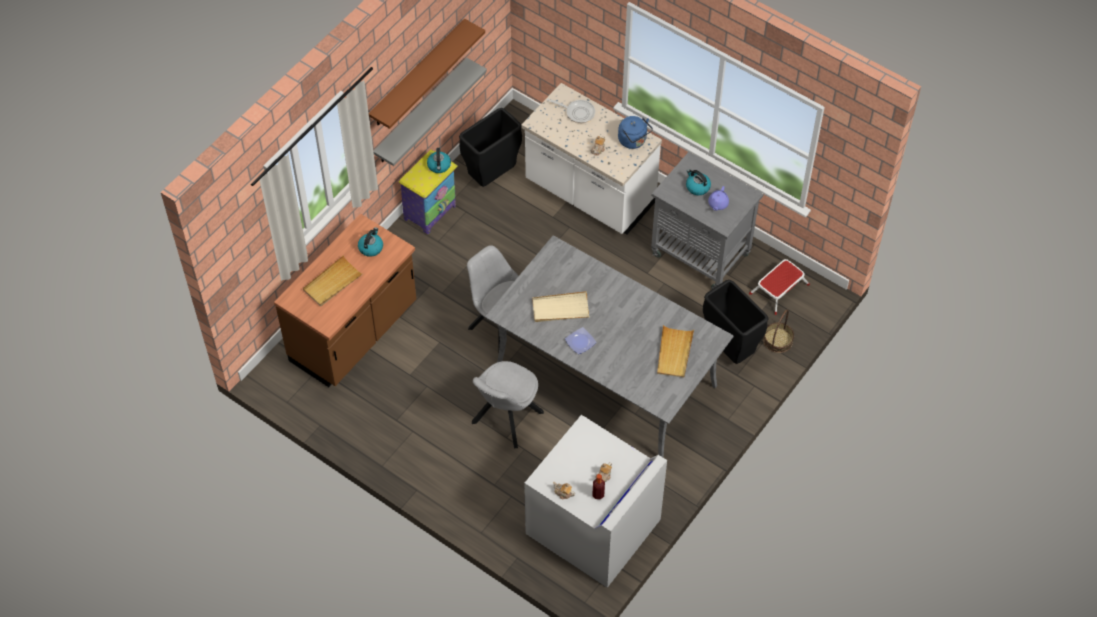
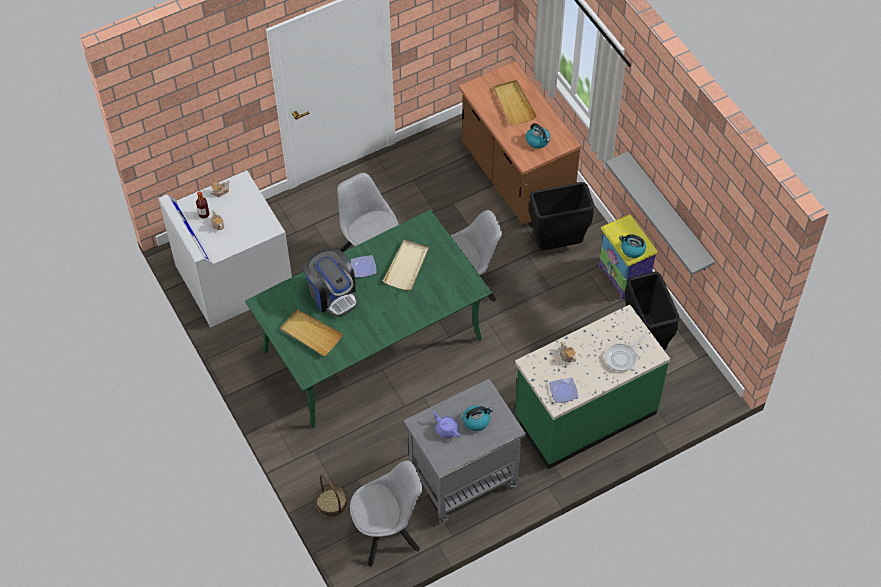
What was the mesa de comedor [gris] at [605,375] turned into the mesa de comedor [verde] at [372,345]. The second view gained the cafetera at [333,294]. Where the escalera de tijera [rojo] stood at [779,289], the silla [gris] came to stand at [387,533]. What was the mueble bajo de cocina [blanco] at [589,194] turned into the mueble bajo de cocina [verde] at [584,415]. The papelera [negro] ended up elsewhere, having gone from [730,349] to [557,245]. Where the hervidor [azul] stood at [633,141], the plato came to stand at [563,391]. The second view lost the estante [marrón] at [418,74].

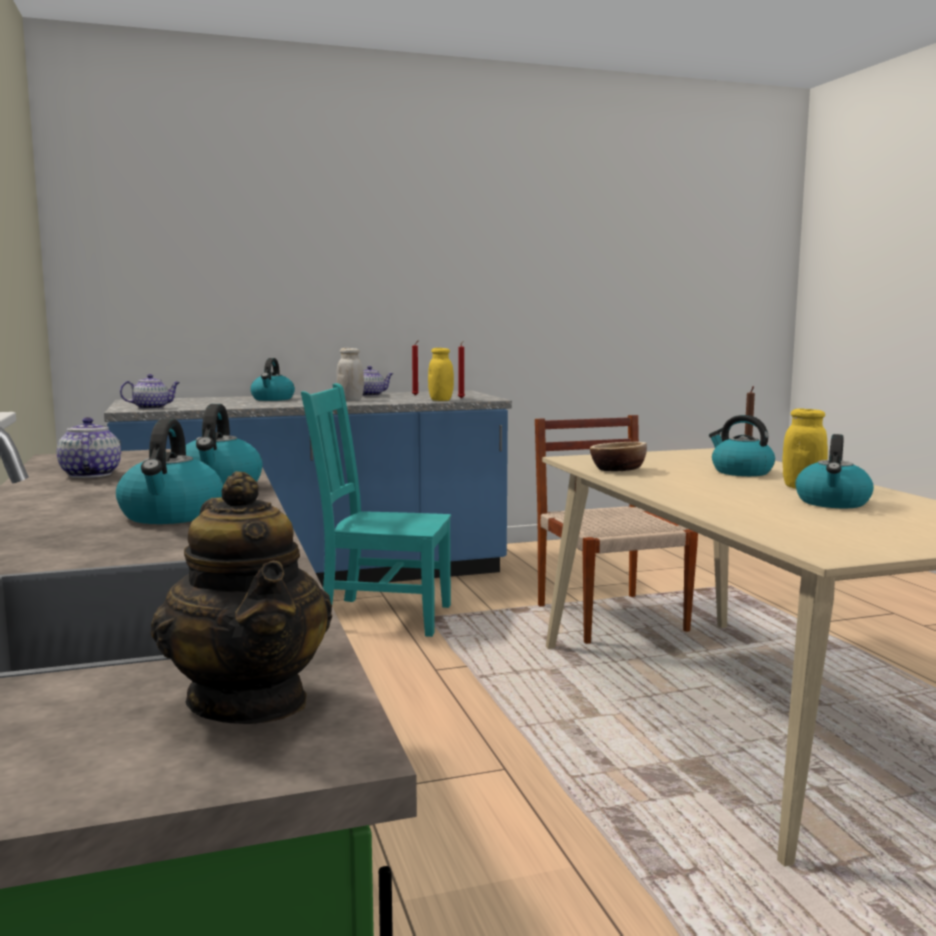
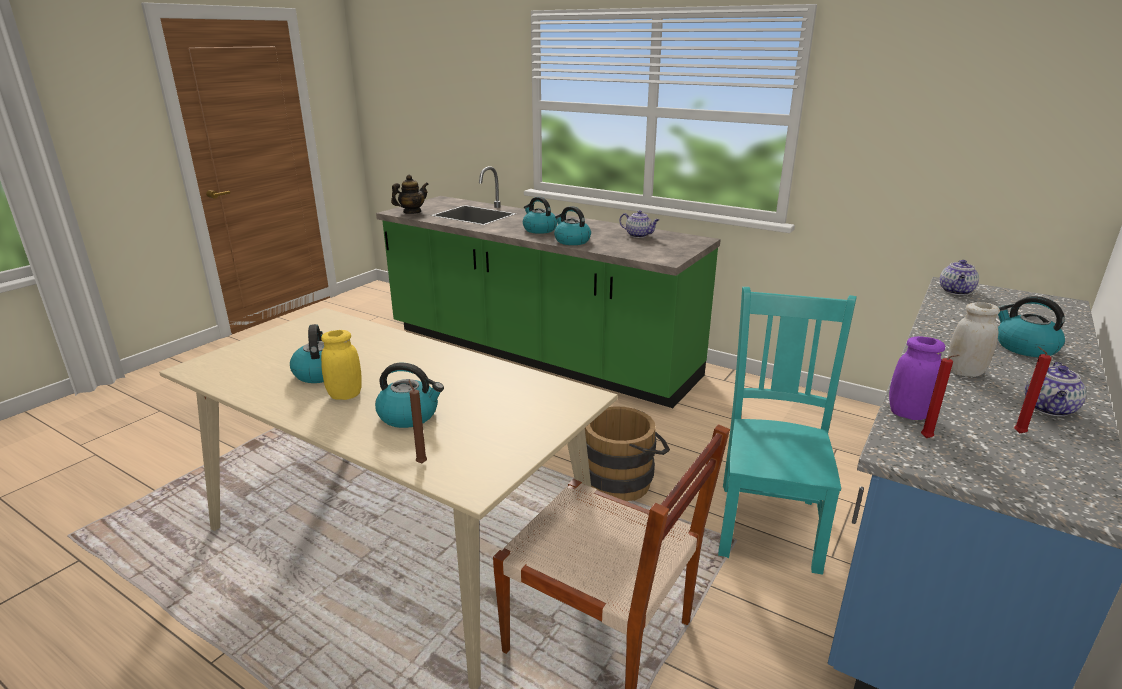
The tetera at [250,701] ended up facing another way, 120 degrees clockwise from before. The second view gained the cubo [marrón] at [623,480]. The silla [turquesa] at [381,616] ended up facing another way, 45 degrees counterclockwise from before. What was the tarro [amarillo] at [441,400] turned into the tarro [morado] at [908,414]. The second view lost the cuenco at [618,470].

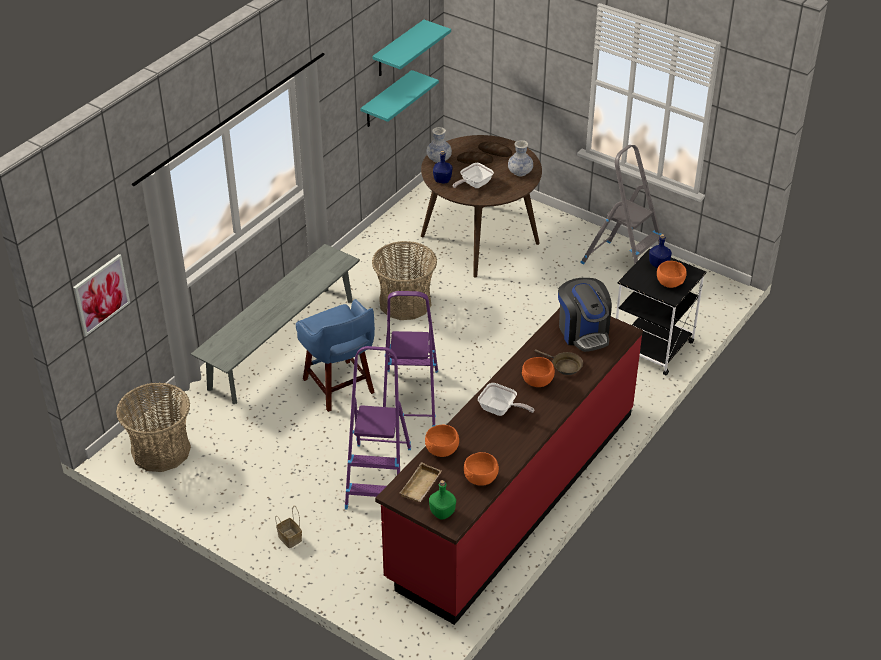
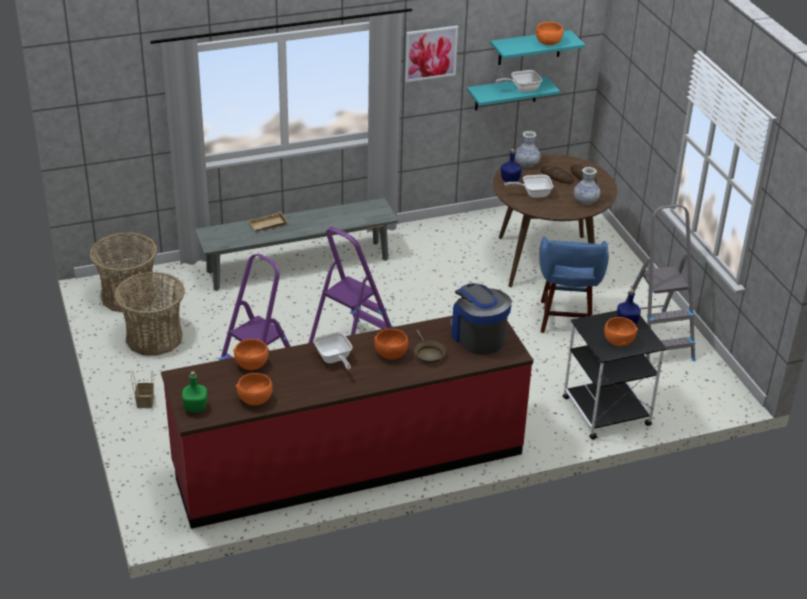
The cesta ended up elsewhere, having gone from [405,303] to [154,338]. The bandeja [beis] ended up elsewhere, having gone from [421,487] to [267,225]. The cuadro ended up elsewhere, having gone from [101,294] to [430,53]. The cafetera at [583,332] ended up facing another way, 135 degrees clockwise from before. The second view gained the sartén at [522,89]. The second view gained the cuenco [naranja] at [548,43]. The taburete [azul] ended up elsewhere, having gone from [339,388] to [565,320].

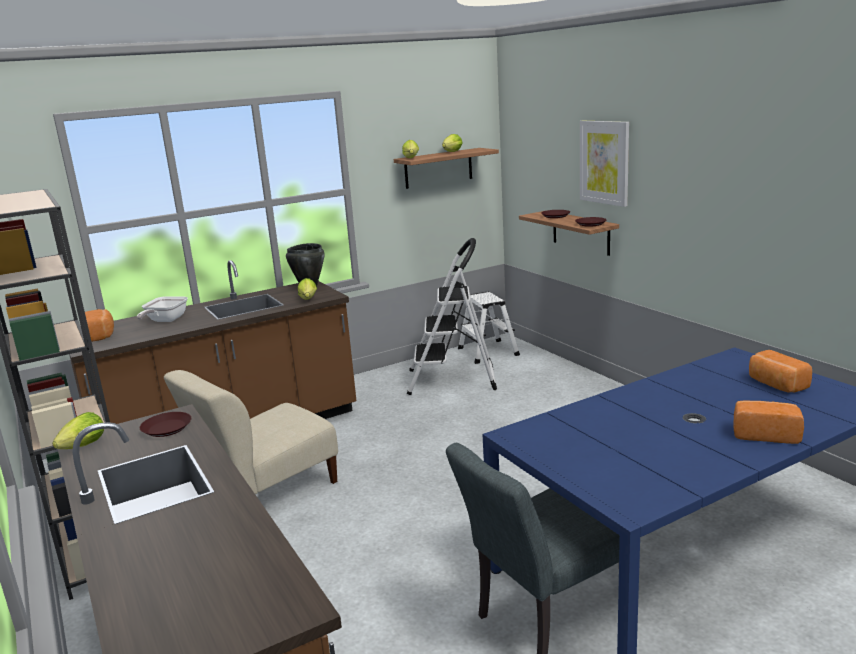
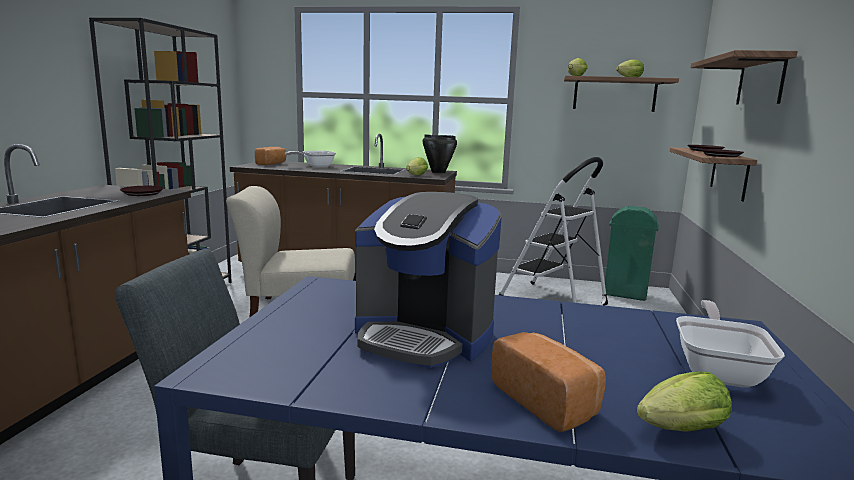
The second view gained the cafetera at [424,336]. Where the escalera de tijera [blanco] stood at [488,351], the papelera [verde] came to stand at [624,294]. The lechuga ended up elsewhere, having gone from [81,447] to [677,431]. Where the pan stood at [776,385], the sartén came to stand at [718,370]. Where the cuadro hung at [604,162], the estante came to hang at [760,81].

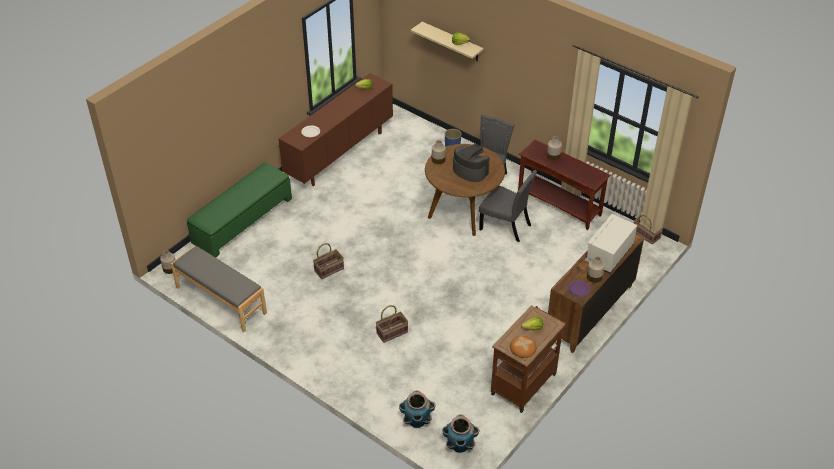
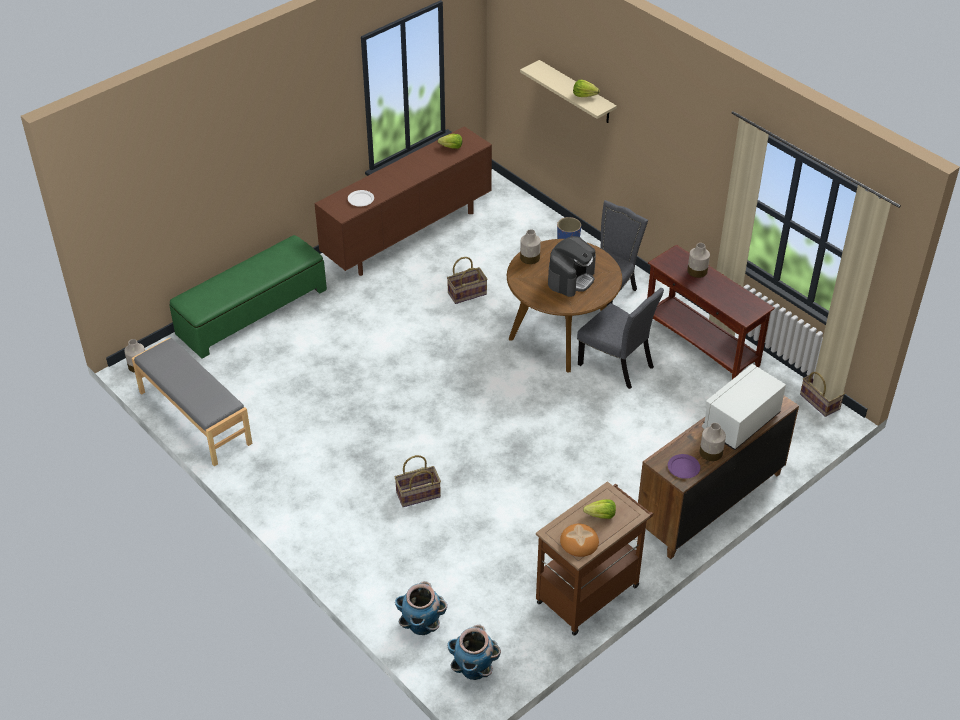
The cesta ended up elsewhere, having gone from [329,269] to [467,293]. The cafetera at [470,171] ended up facing another way, 75 degrees clockwise from before.

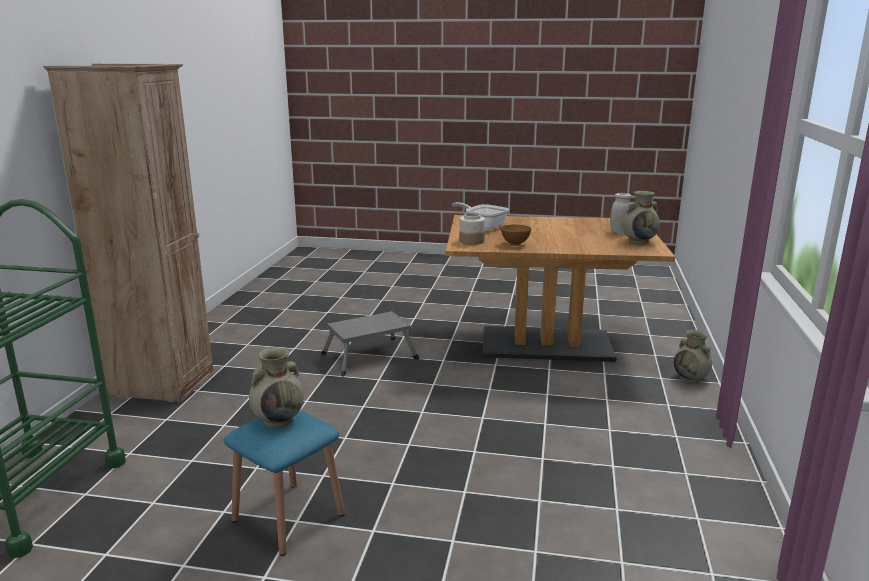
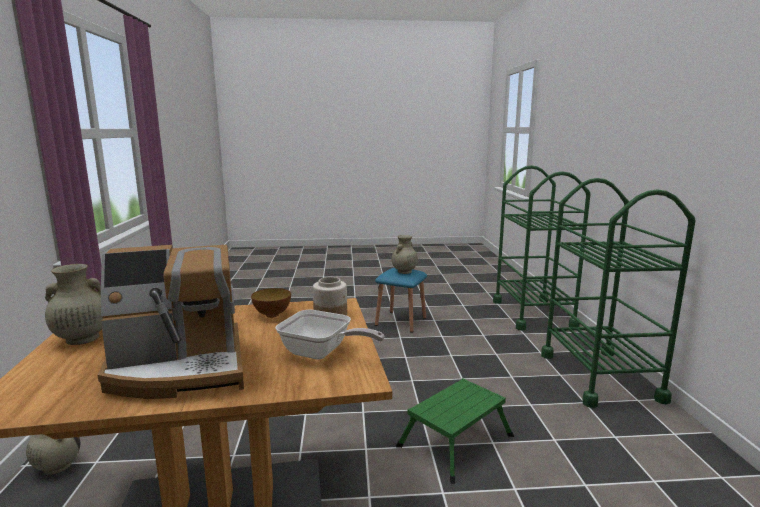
The second view gained the cafetera at [180,369]. What was the escalera de tijera [gris] at [370,356] turned into the escalera de tijera [verde] at [455,441]. Where the armario [marrón] stood at [162,383], the carrito [verde] came to stand at [599,376]. The second view lost the tarro [blanco] at [619,232].

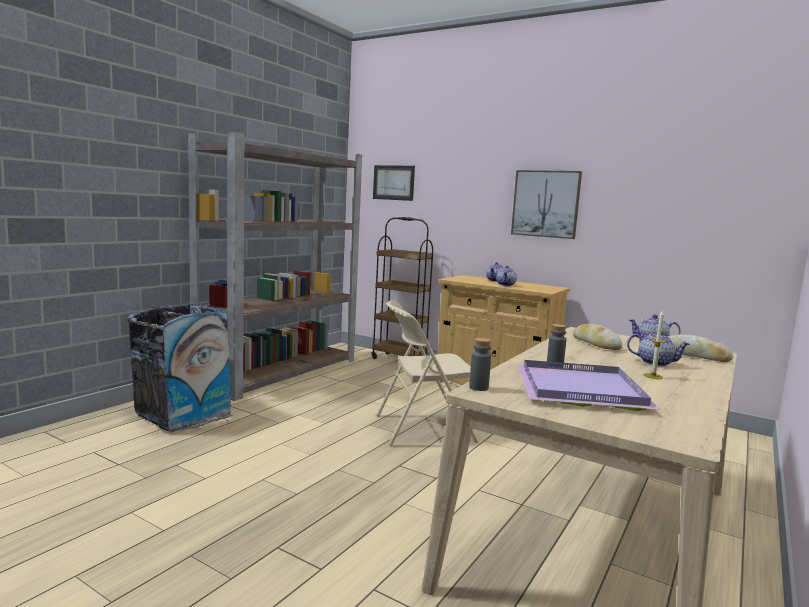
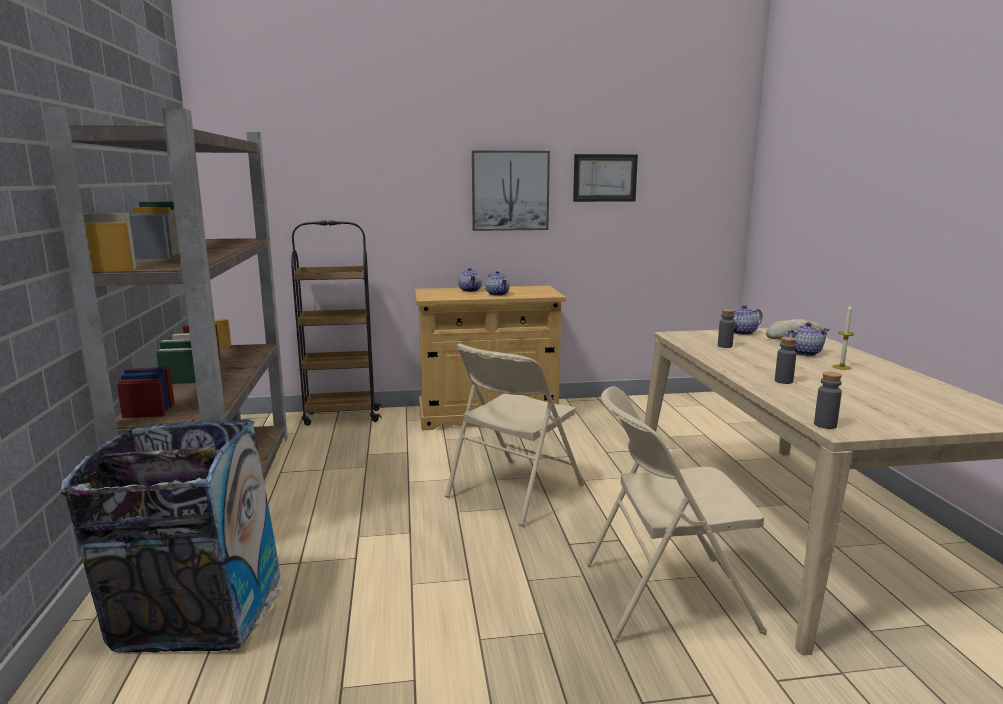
The cuadro ended up elsewhere, having gone from [393,182] to [605,178]. The second view gained the silla [beis] at [668,596]. Where the pan stood at [595,344], the botella [gris] came to stand at [725,346]. The second view lost the bandeja [morado] at [577,389].

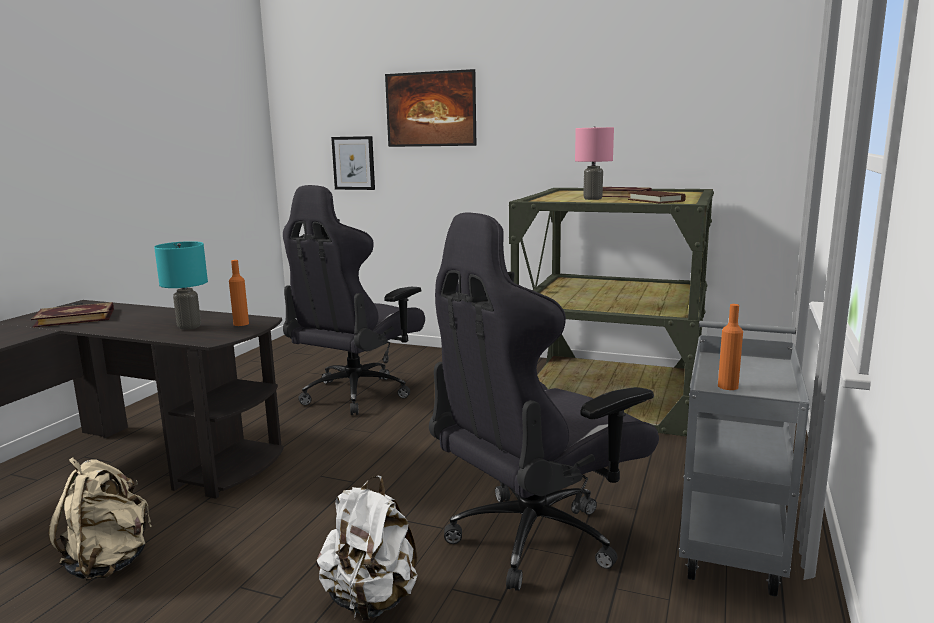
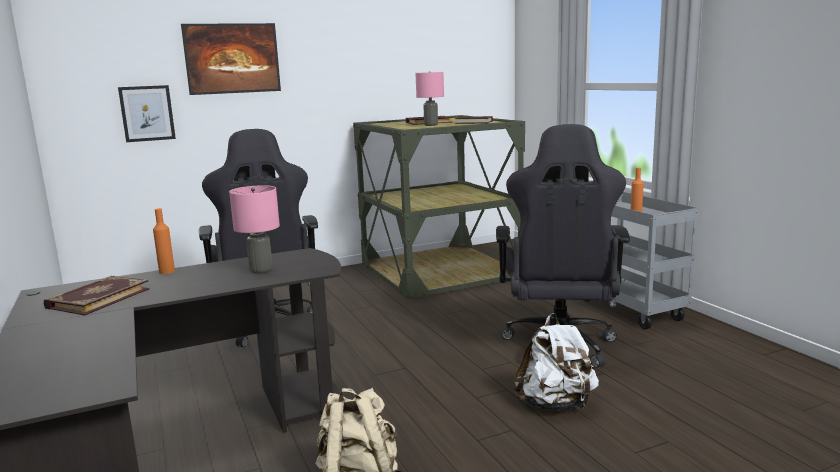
The botella [naranja] ended up elsewhere, having gone from [241,324] to [167,271]. What was the lámpara de mesa [turquesa] at [187,327] turned into the lámpara de mesa [rosa] at [260,271].

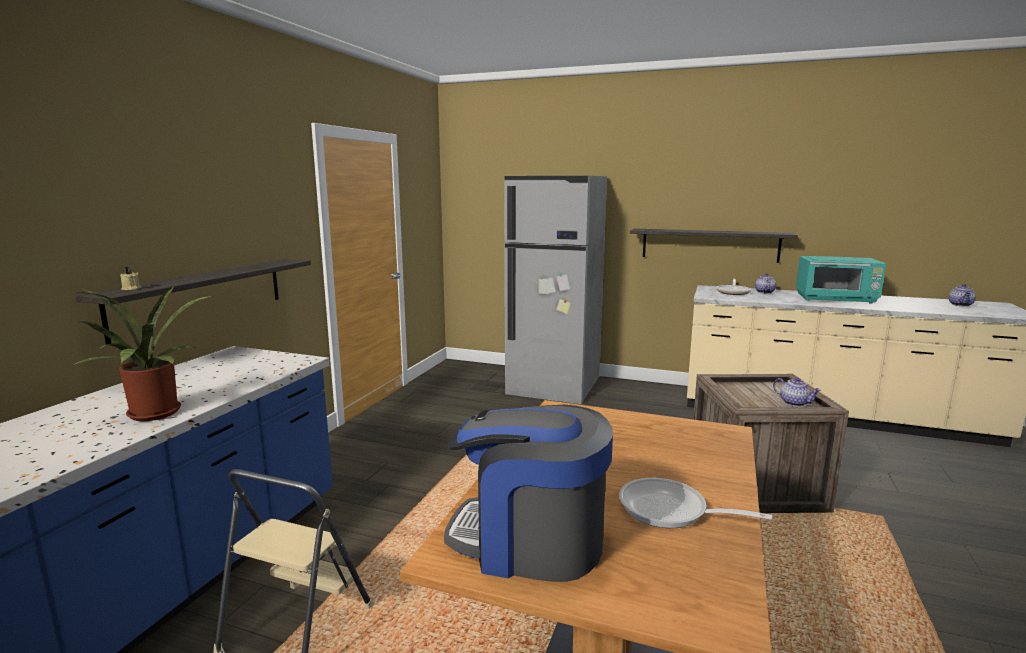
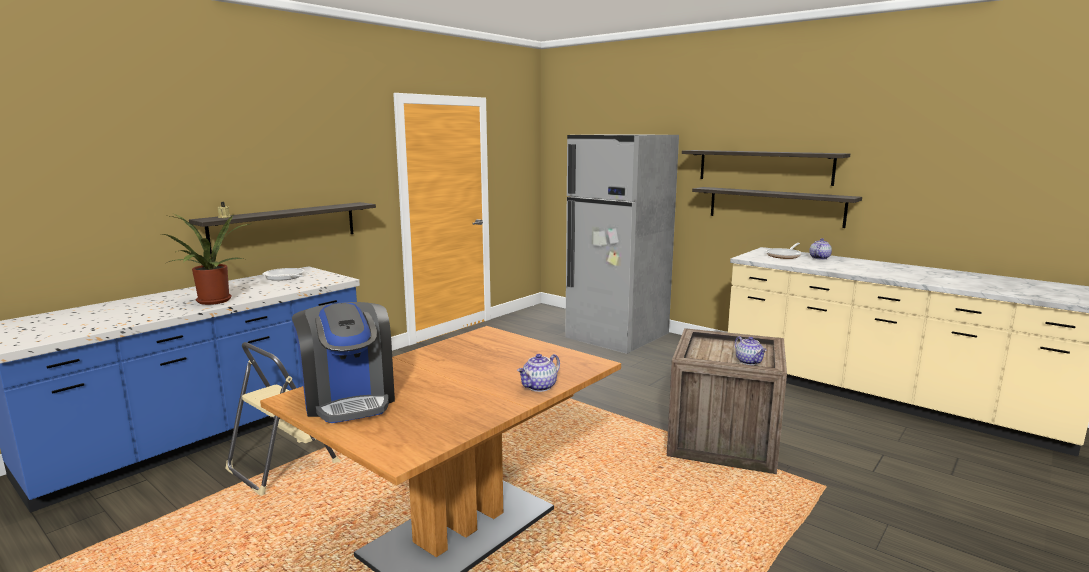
The sartén ended up elsewhere, having gone from [670,511] to [285,277]. The cafetera at [529,541] ended up facing another way, 150 degrees counterclockwise from before. The tetera ended up elsewhere, having gone from [961,305] to [539,387]. The second view gained the estante at [764,166]. The second view lost the microondas [turquesa] at [836,299].

